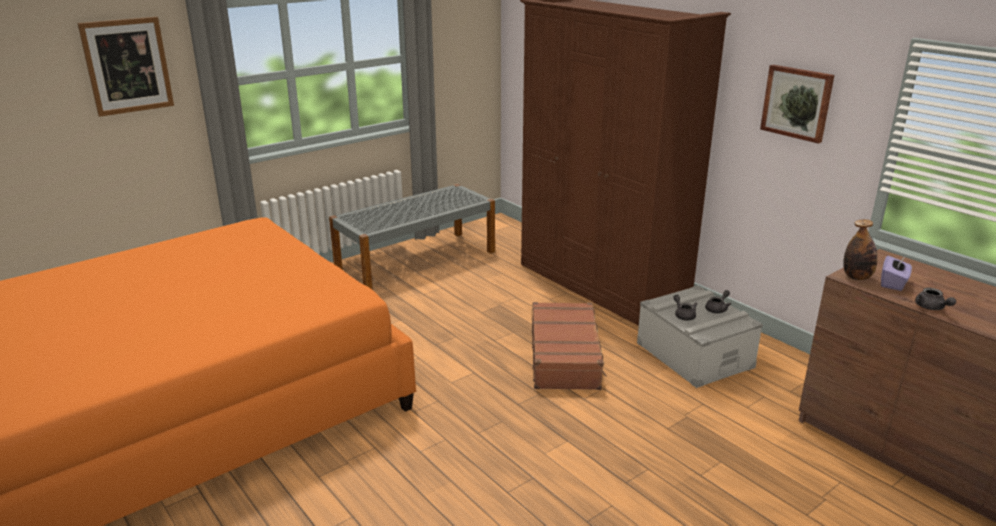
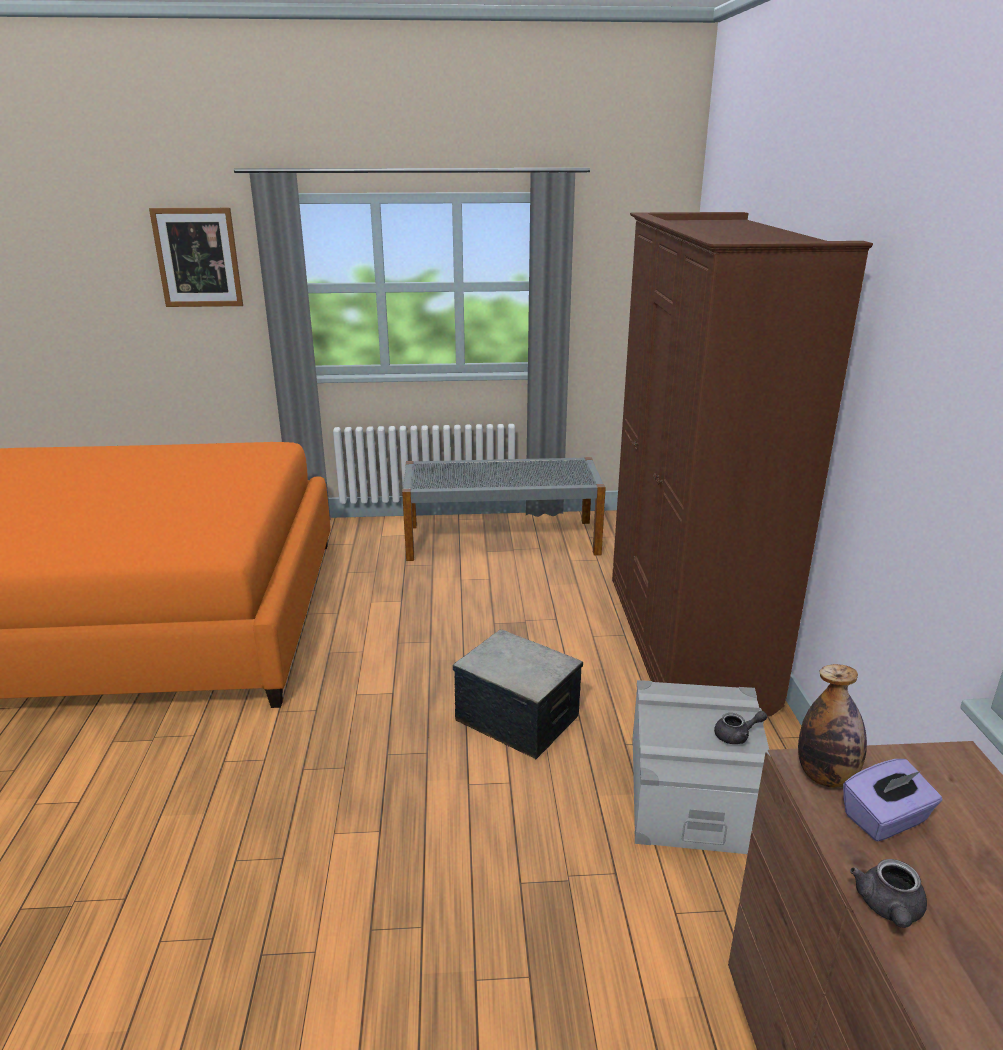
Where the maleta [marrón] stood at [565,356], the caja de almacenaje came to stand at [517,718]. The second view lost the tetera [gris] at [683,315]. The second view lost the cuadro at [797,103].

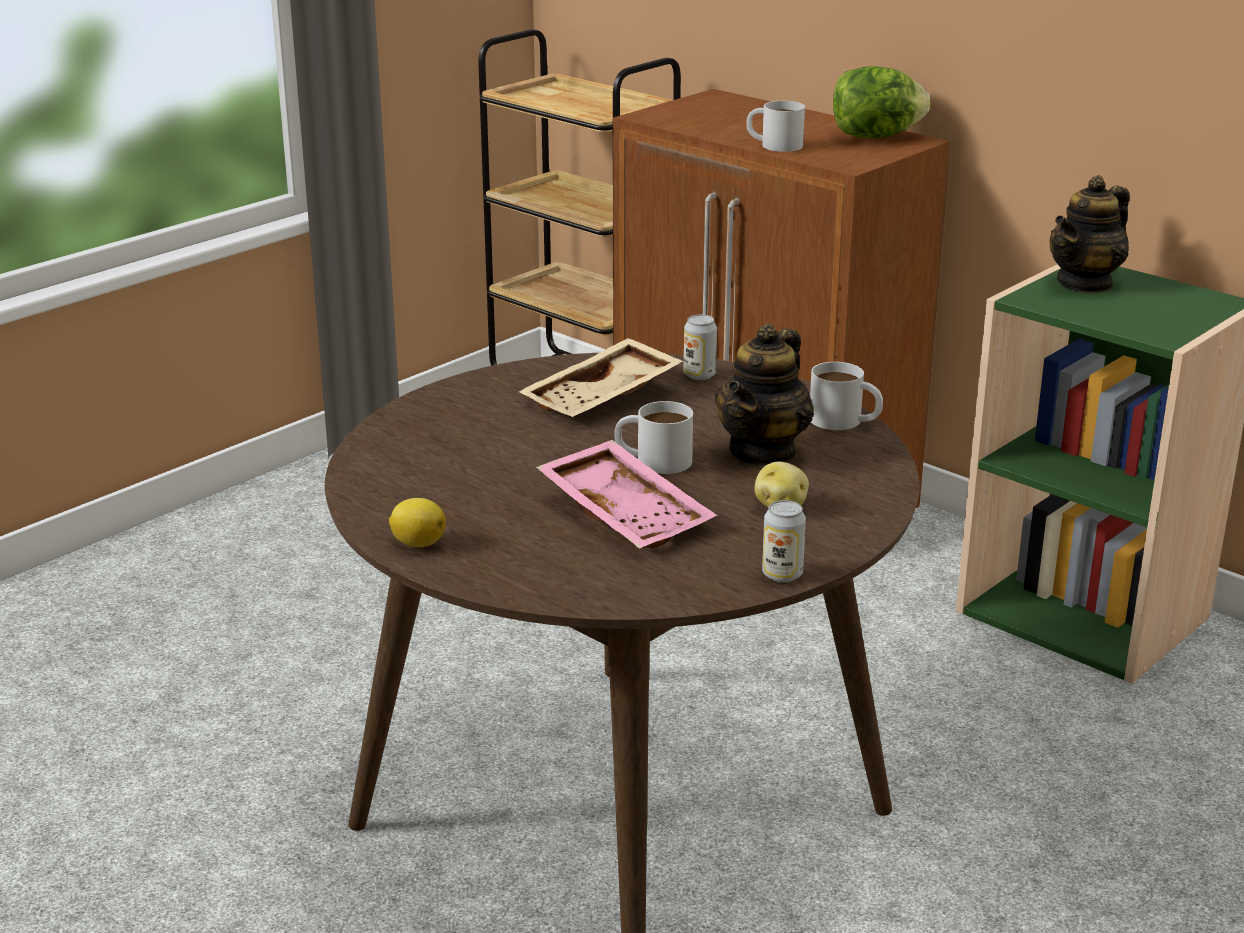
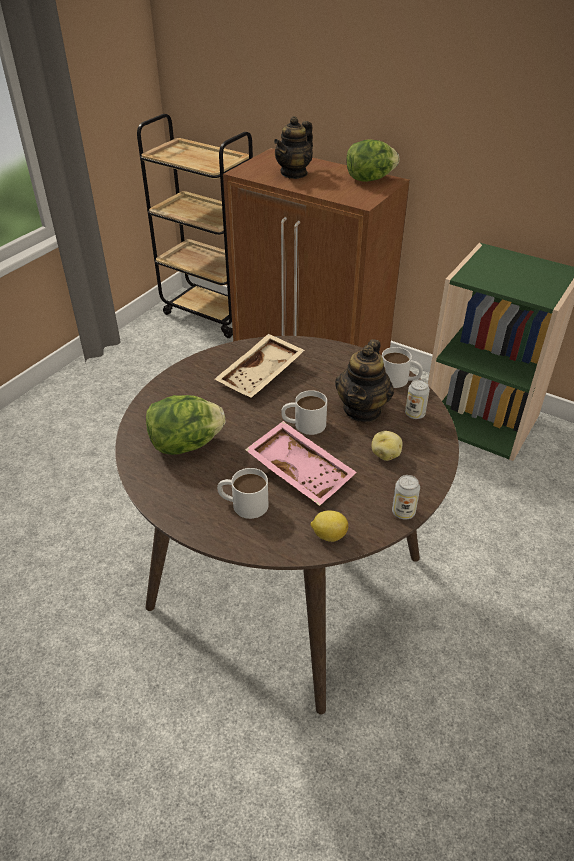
The second view gained the lechuga at [185,444]. The taza grande [blanco] ended up elsewhere, having gone from [774,145] to [243,504]. The tetera ended up elsewhere, having gone from [1085,283] to [294,173]. The limón ended up elsewhere, having gone from [417,543] to [328,535]. The lata ended up elsewhere, having gone from [699,375] to [414,414].

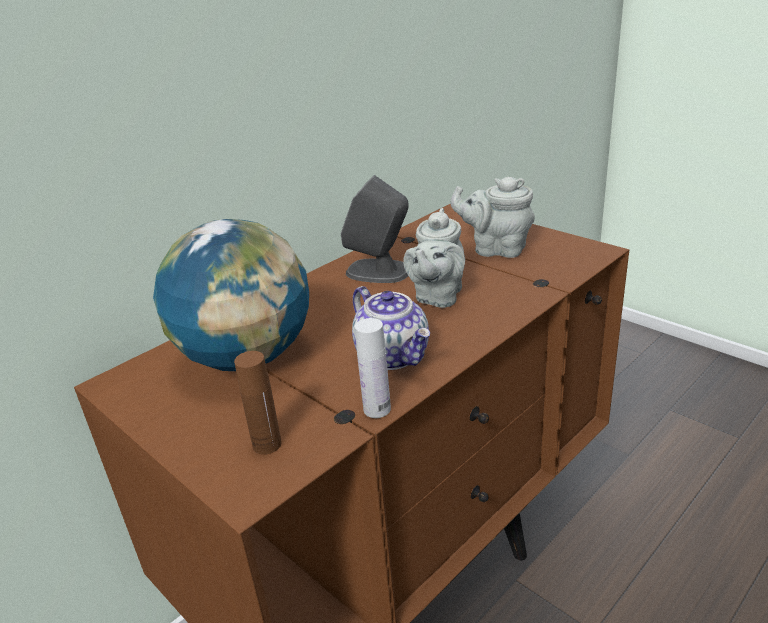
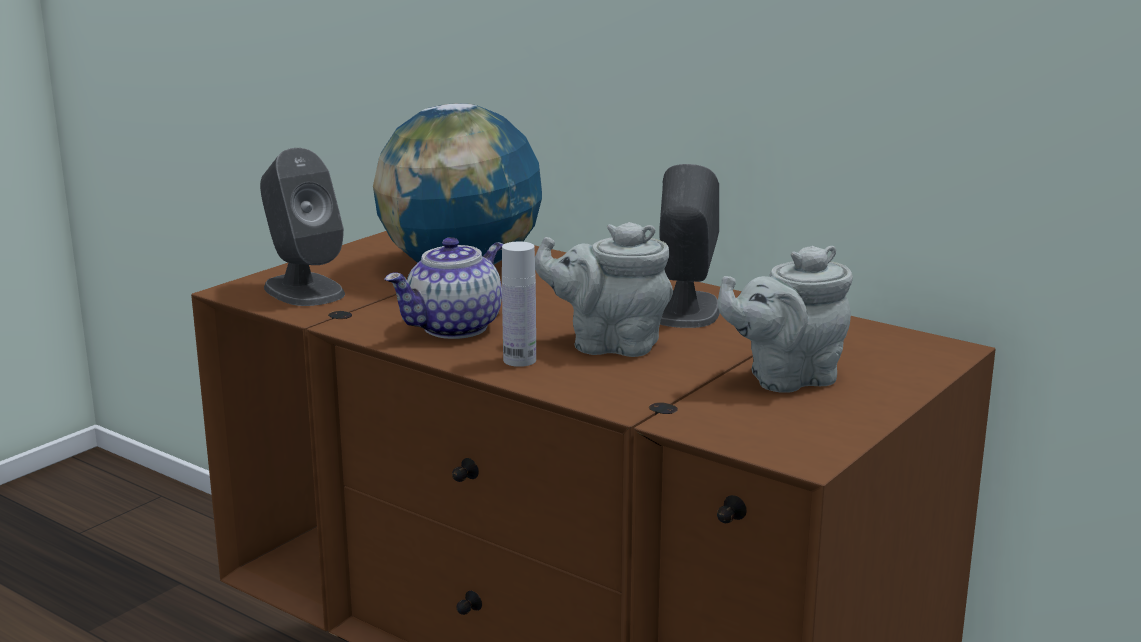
Where the botella [marrón] stood at [267,444], the altavoz [gris] came to stand at [303,290]. The botella [blanco] ended up elsewhere, having gone from [377,409] to [519,360]. The tetera [gris] at [496,249] ended up facing another way, 120 degrees counterclockwise from before.

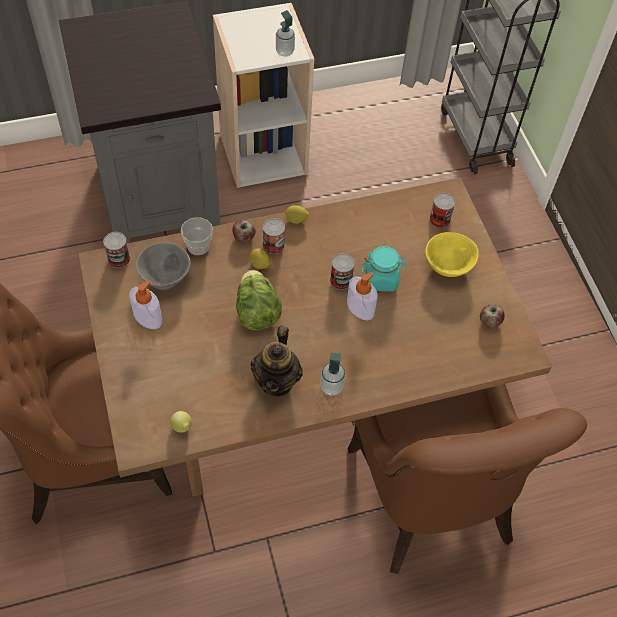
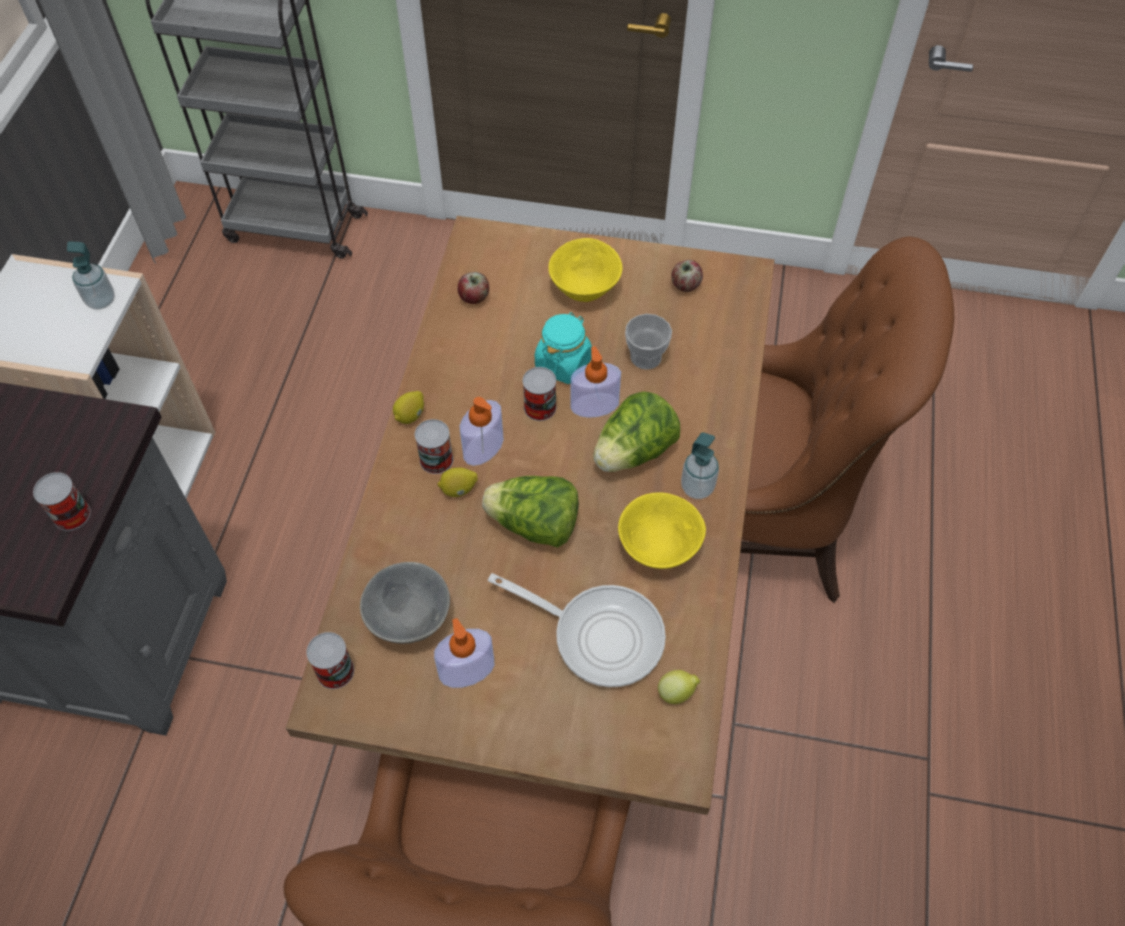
The lata ended up elsewhere, having gone from [439,219] to [72,514]. The manzana ended up elsewhere, having gone from [243,237] to [474,298]. The second view gained the dispensador de jabón at [483,447]. The second view gained the sartén at [599,635]. The second view gained the lechuga at [634,452]. Where the tetera stood at [277,381], the cuenco [amarillo] came to stand at [658,546]. The taza ended up elsewhere, having gone from [198,246] to [646,357].

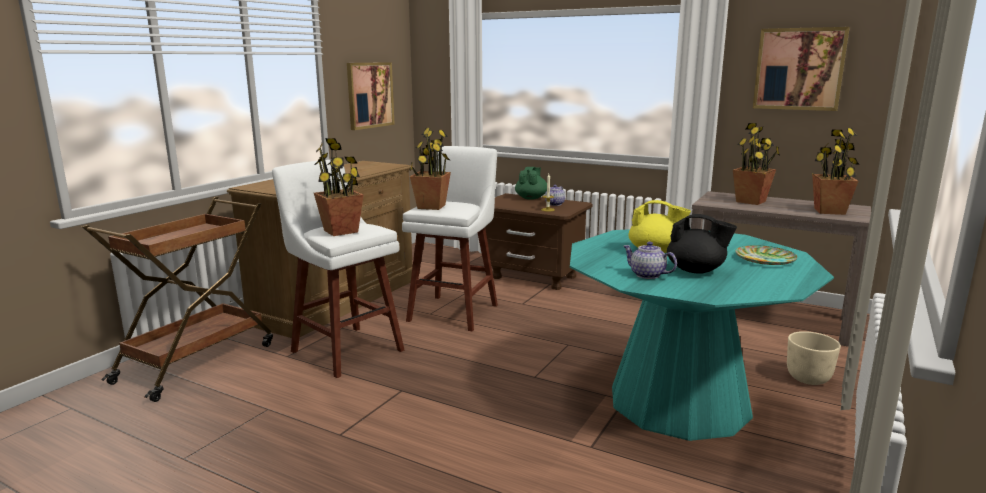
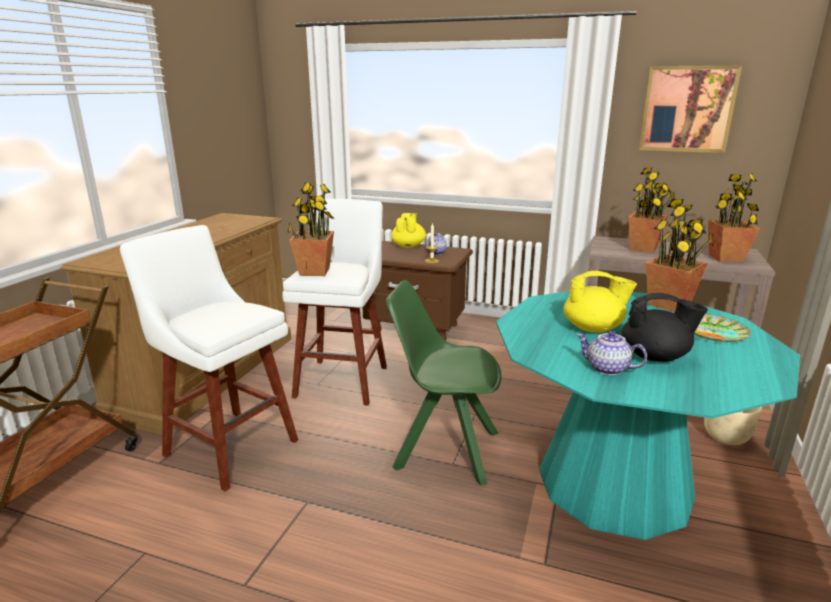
The second view gained the silla [verde] at [444,449]. What was the tetera [verde] at [531,198] turned into the tetera [amarillo] at [408,246]. The planta en maceta ended up elsewhere, having gone from [341,231] to [669,304]. The second view lost the cuadro at [370,95].

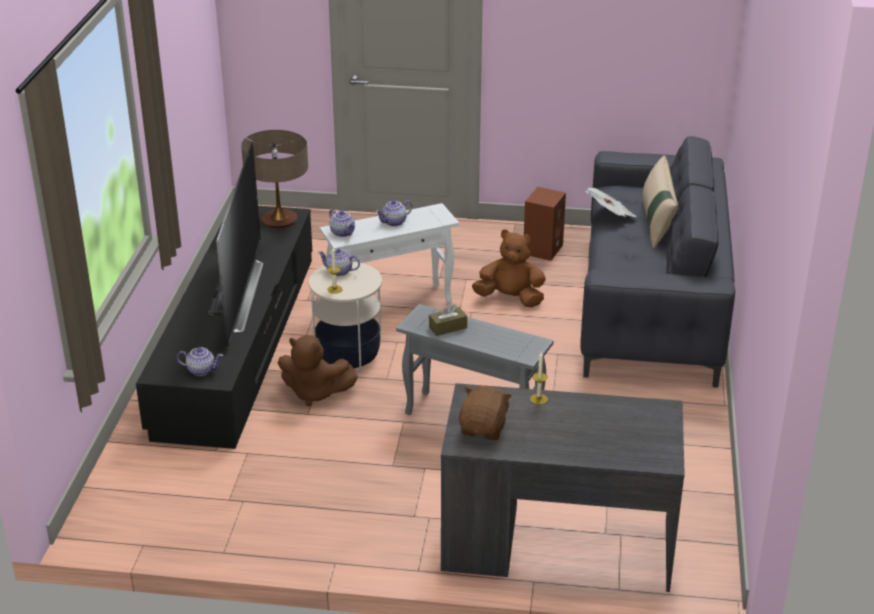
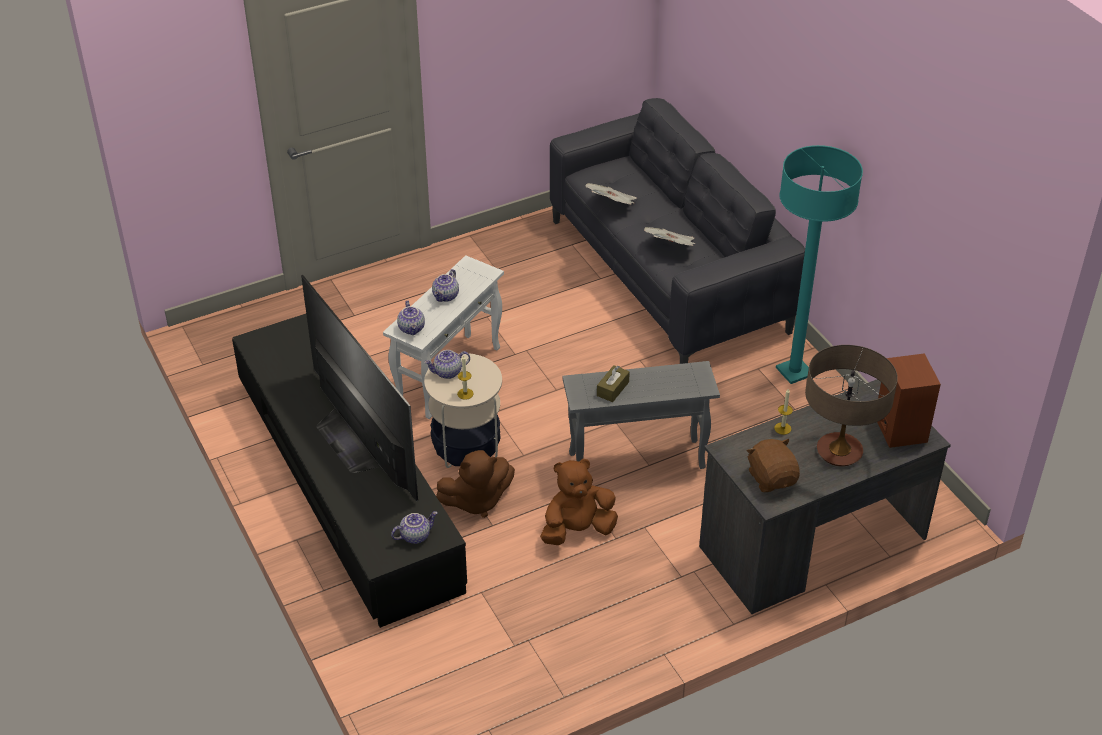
The tetera at [343,233] ended up facing another way, 60 degrees clockwise from before. The peluche [marrón] ended up elsewhere, having gone from [510,299] to [577,530]. The second view gained the periódico at [671,247]. The second view gained the lámpara de pie [turquesa] at [794,372]. The lámpara de mesa ended up elsewhere, having gone from [279,221] to [839,452]. The altavoz [marrón] ended up elsewhere, having gone from [542,249] to [899,428]. The second view lost the cojín [beis] at [657,223].

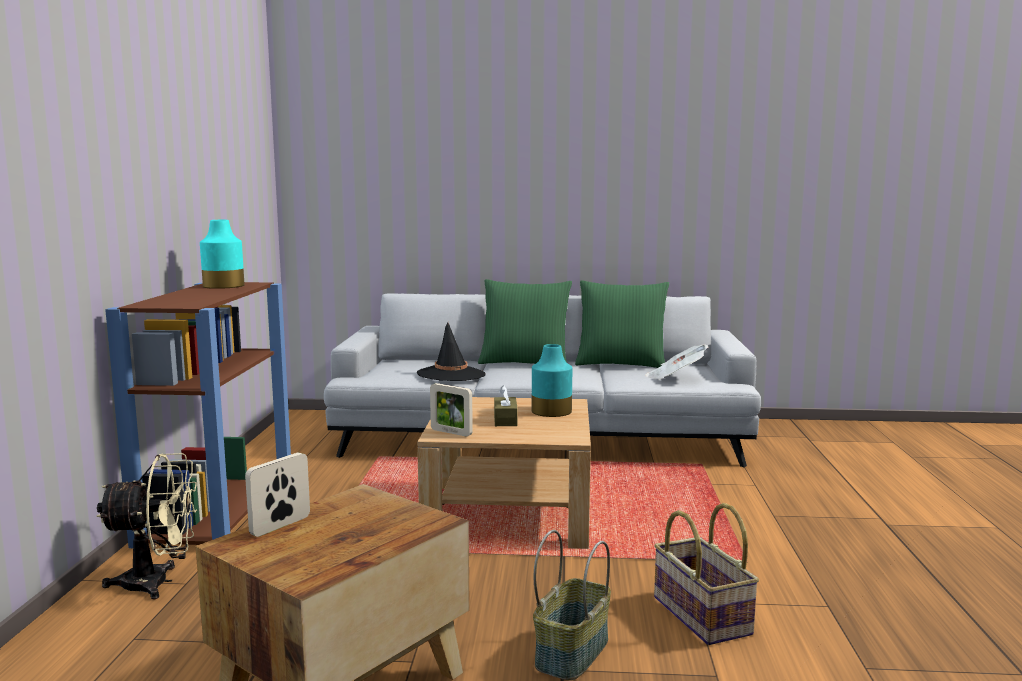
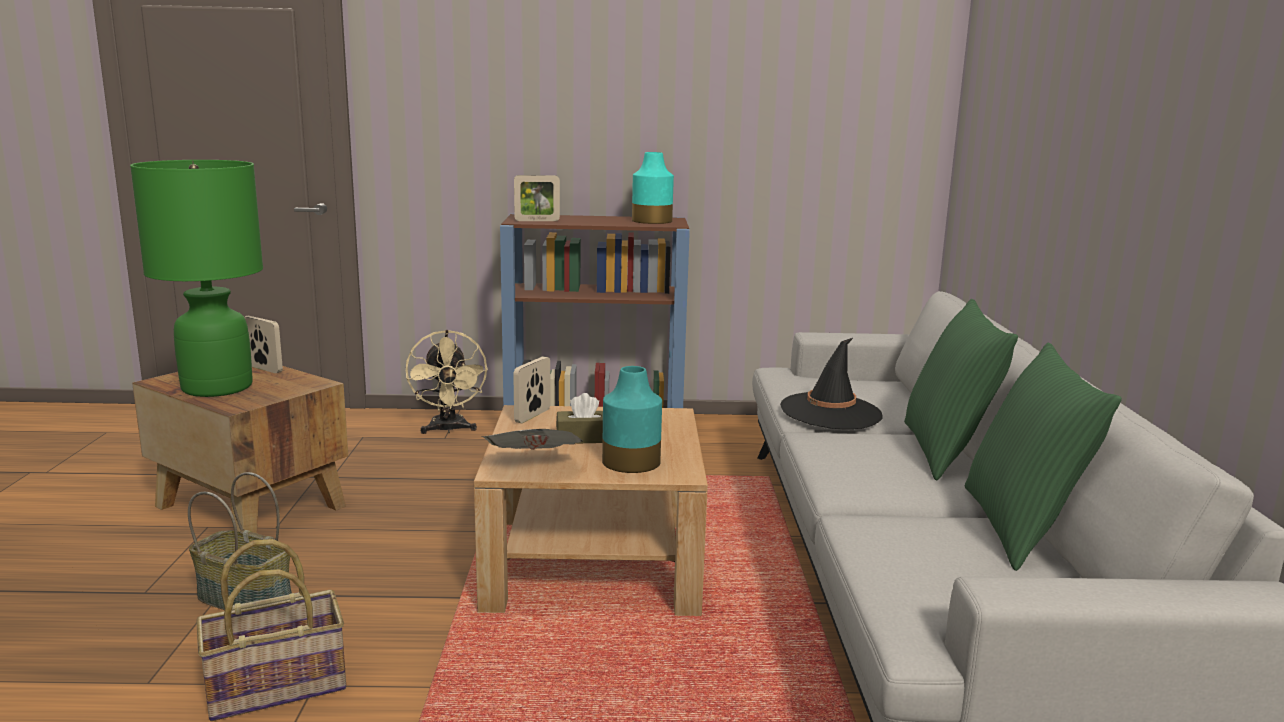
The second view gained the lámpara de mesa [verde] at [216,387]. The periódico ended up elsewhere, having gone from [675,378] to [534,466]. The second view gained the portarretratos at [537,220].

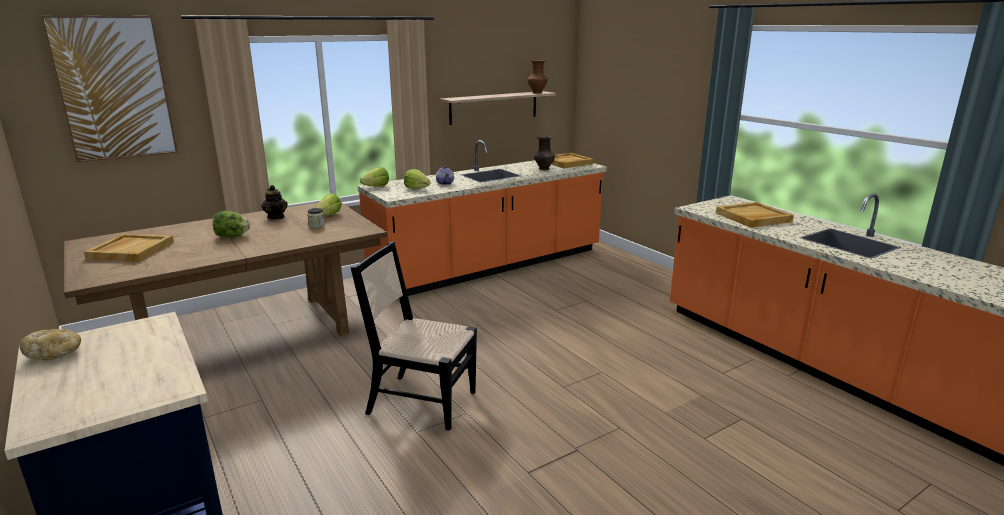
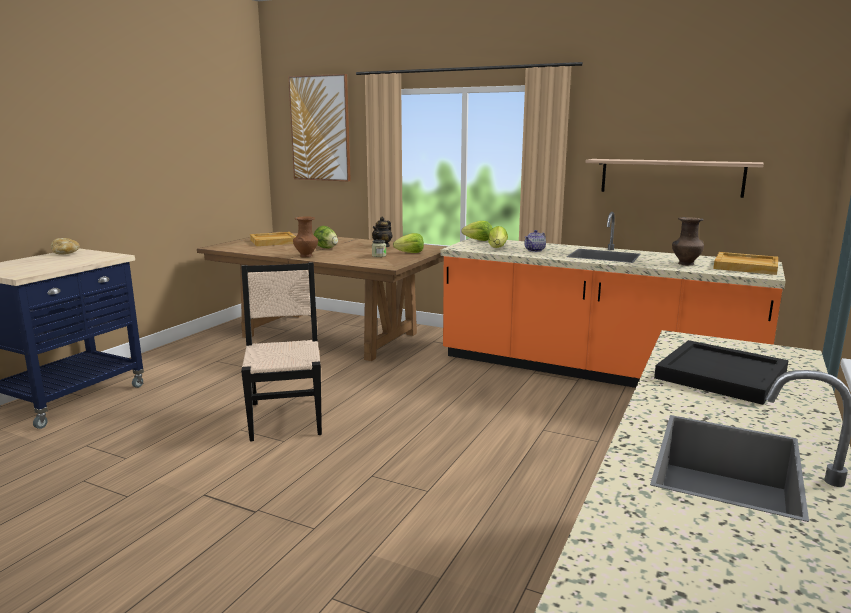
The florero [marrón] ended up elsewhere, having gone from [536,93] to [306,256]. What was the bandeja [beis] at [753,217] turned into the bandeja [negro] at [719,375].

